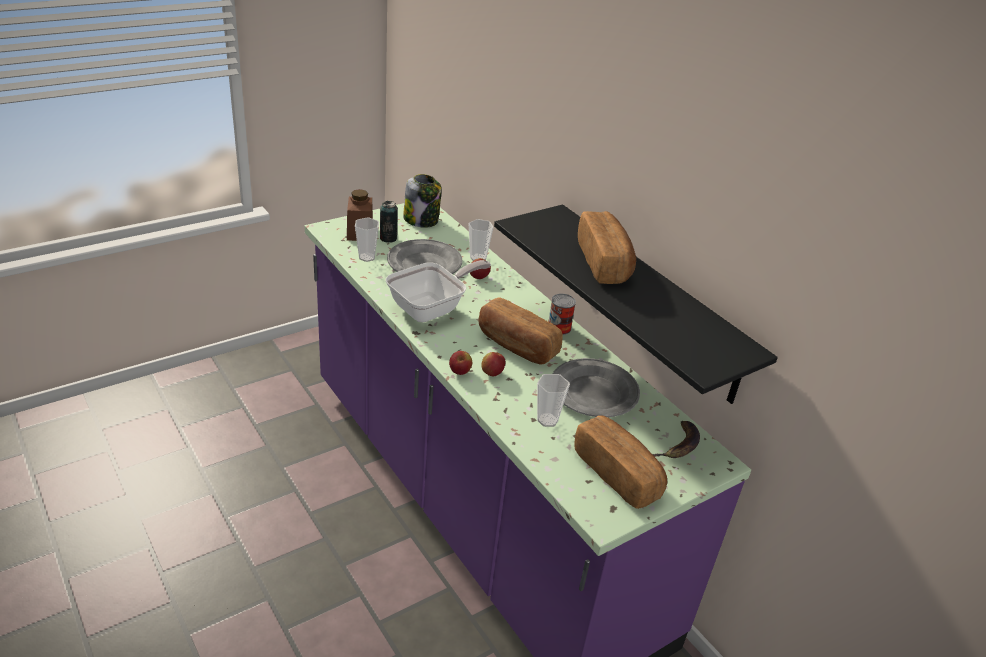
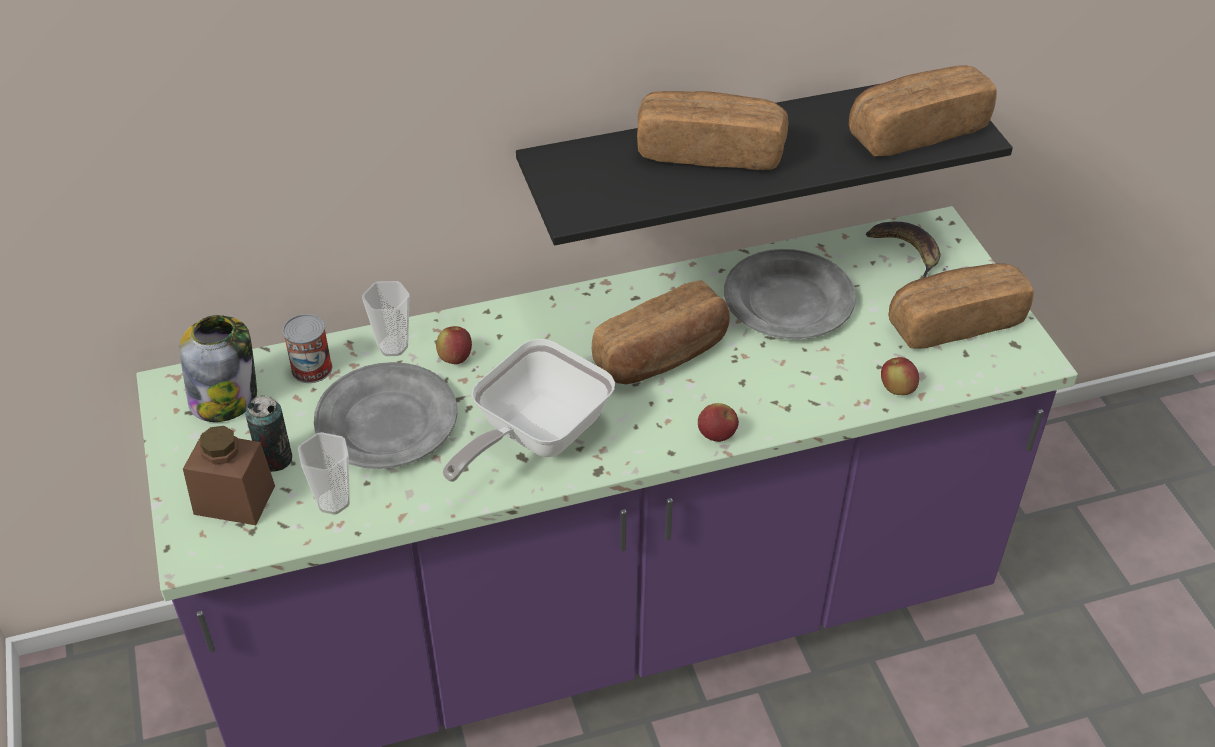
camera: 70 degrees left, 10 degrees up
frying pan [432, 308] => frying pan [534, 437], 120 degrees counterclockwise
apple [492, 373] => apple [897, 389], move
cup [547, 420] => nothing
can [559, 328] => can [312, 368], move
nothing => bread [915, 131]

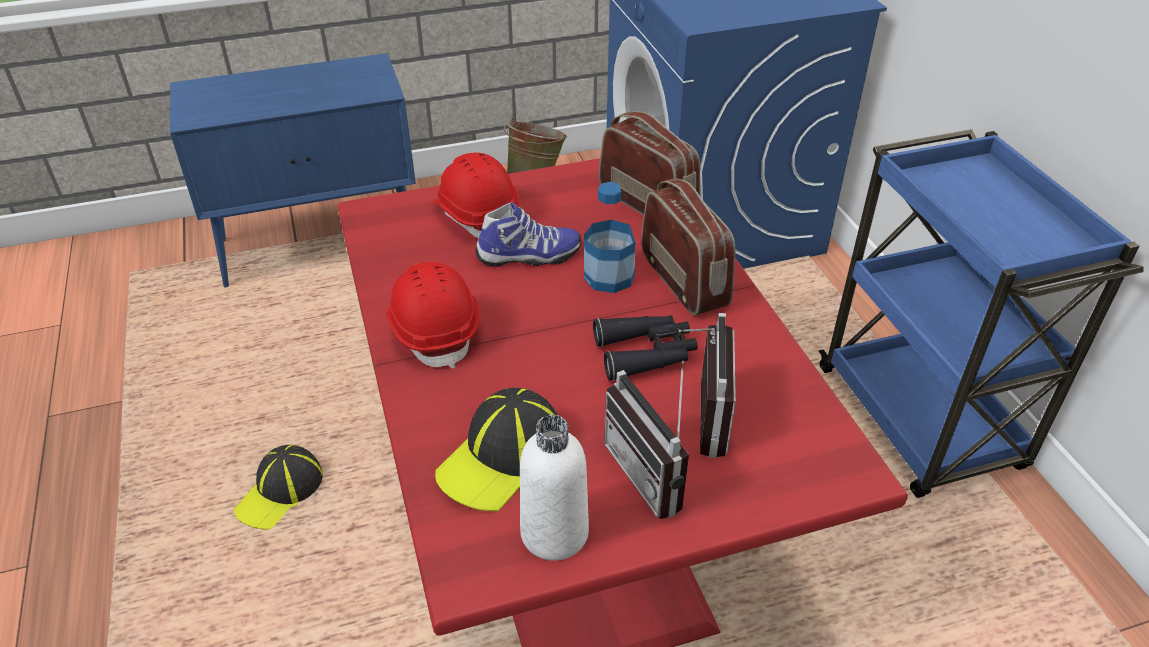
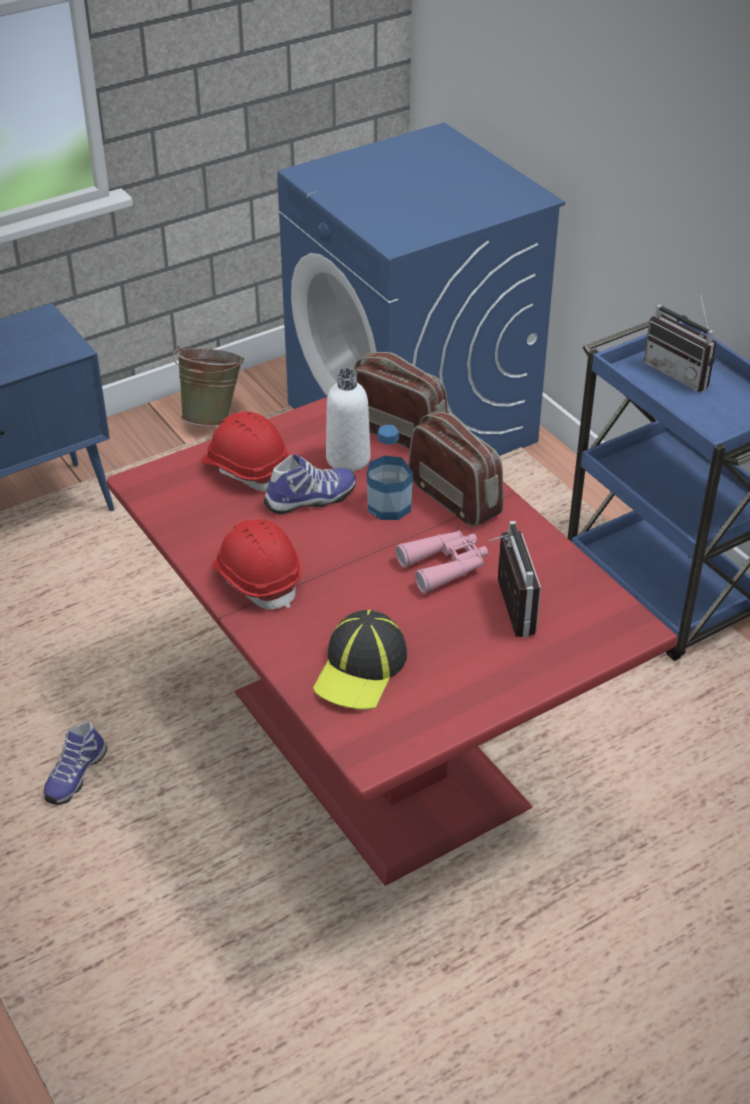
camera: 15 degrees left, 0 degrees up
cap [280, 492] => shoe [74, 775]
white bottle [554, 533] => white bottle [348, 459], move
black binoculars [646, 353] => pink binoculars [445, 566]
radio [655, 473] => radio [682, 373], move

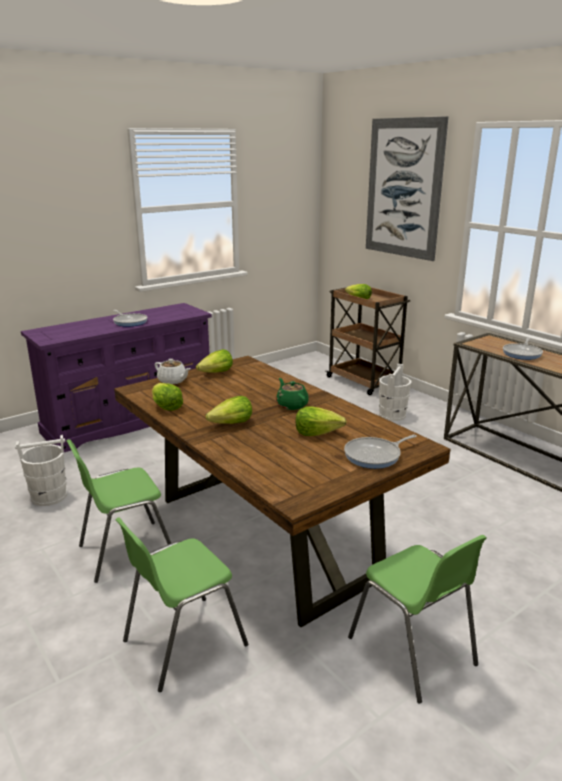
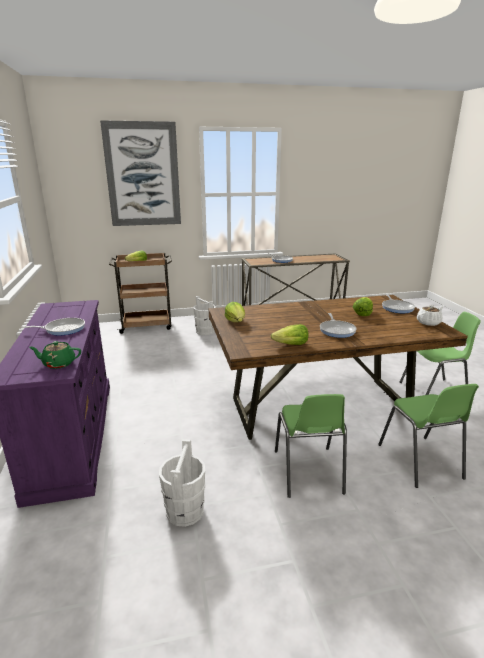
camera: 65 degrees left, 0 degrees up
white teapot [173, 381] => white teapot [429, 323], move
lettuce [232, 424] => frying pan [337, 330]
green teapot [291, 405] => green teapot [58, 364], move

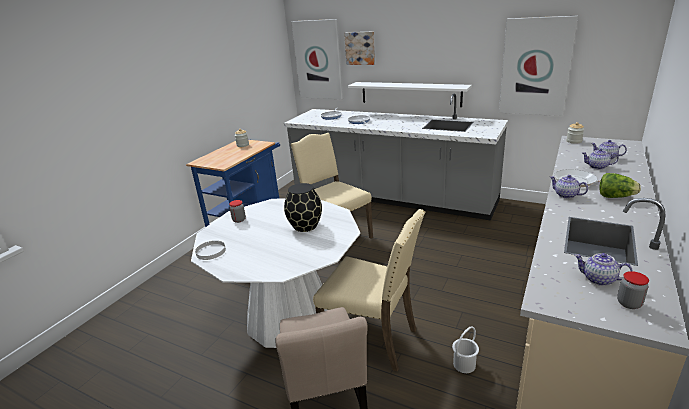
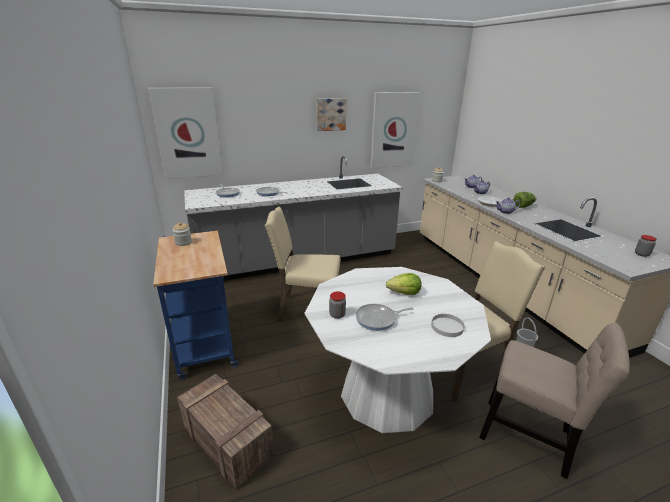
camera: 50 degrees left, 0 degrees up
white plate [211, 252] => white plate [447, 327], move
black vase [305, 226] => lettuce [404, 293]
picture [360, 48] => picture [330, 114], move
white shelf [410, 94] => nothing
teapot [598, 279] => nothing
nothing => crate [229, 442]
nothing => frying pan [378, 319]

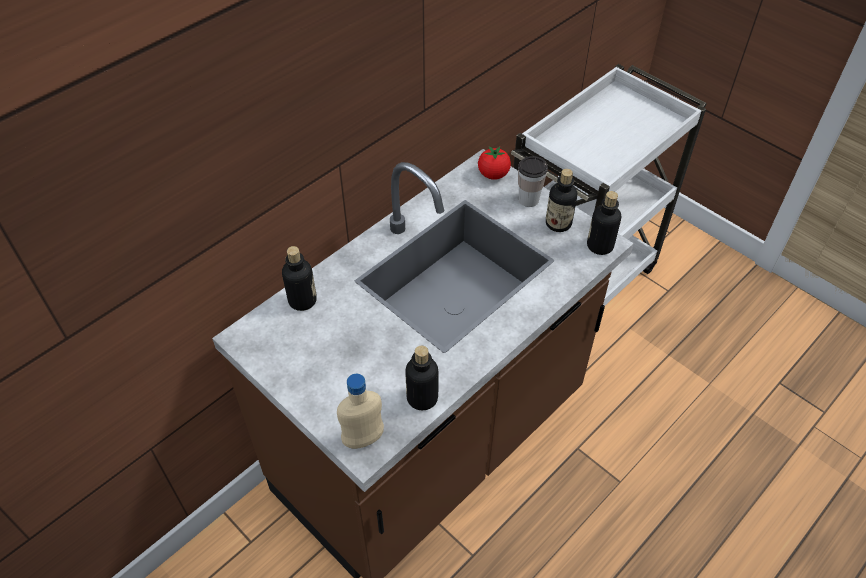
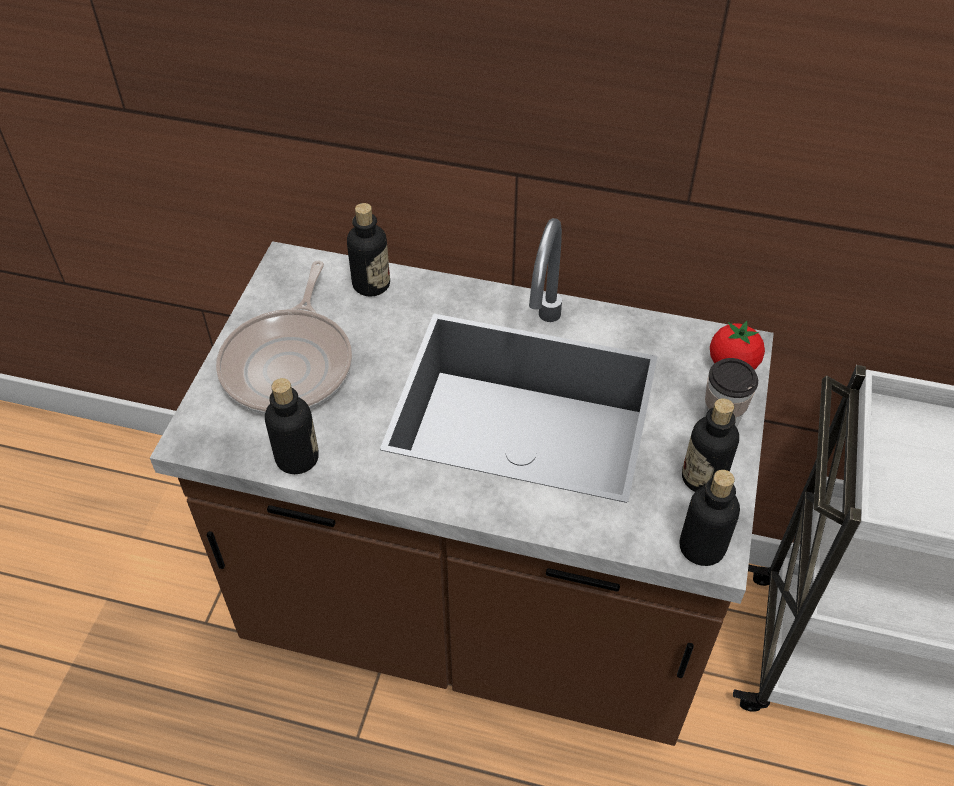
camera: 60 degrees right, 0 degrees up
beige bottle [363, 439] => nothing
nothing => frying pan [290, 364]

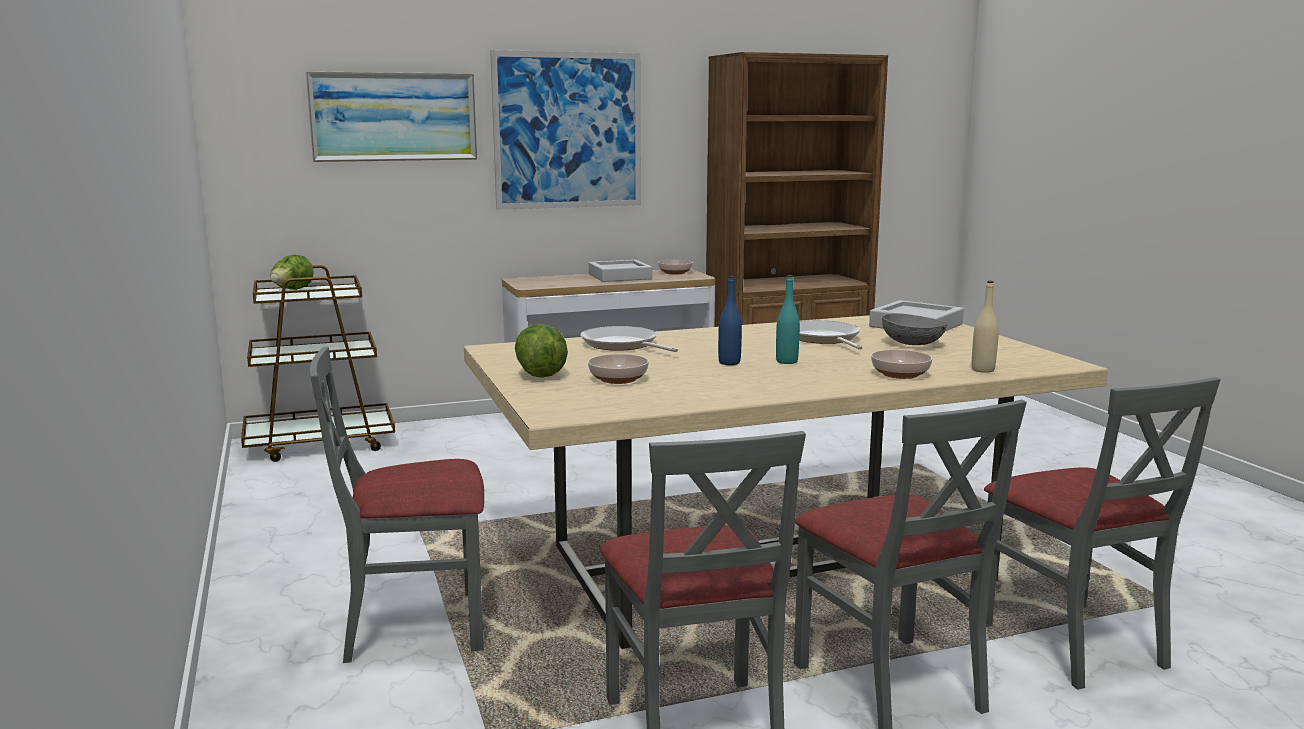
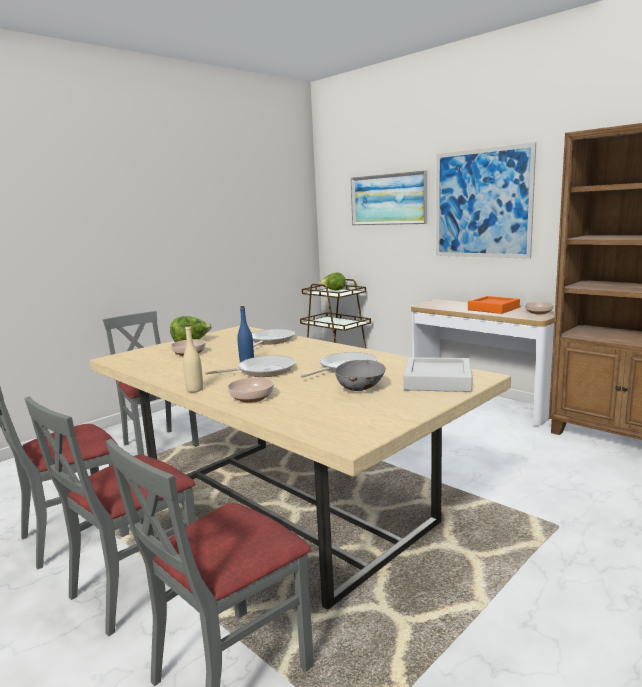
camera: 65 degrees right, 0 degrees up
grey tray [620, 276] => orange tray [493, 309]
turquoise bottle [786, 361] => frying pan [262, 371]
beige bottle [983, 370] => beige bottle [195, 390], move

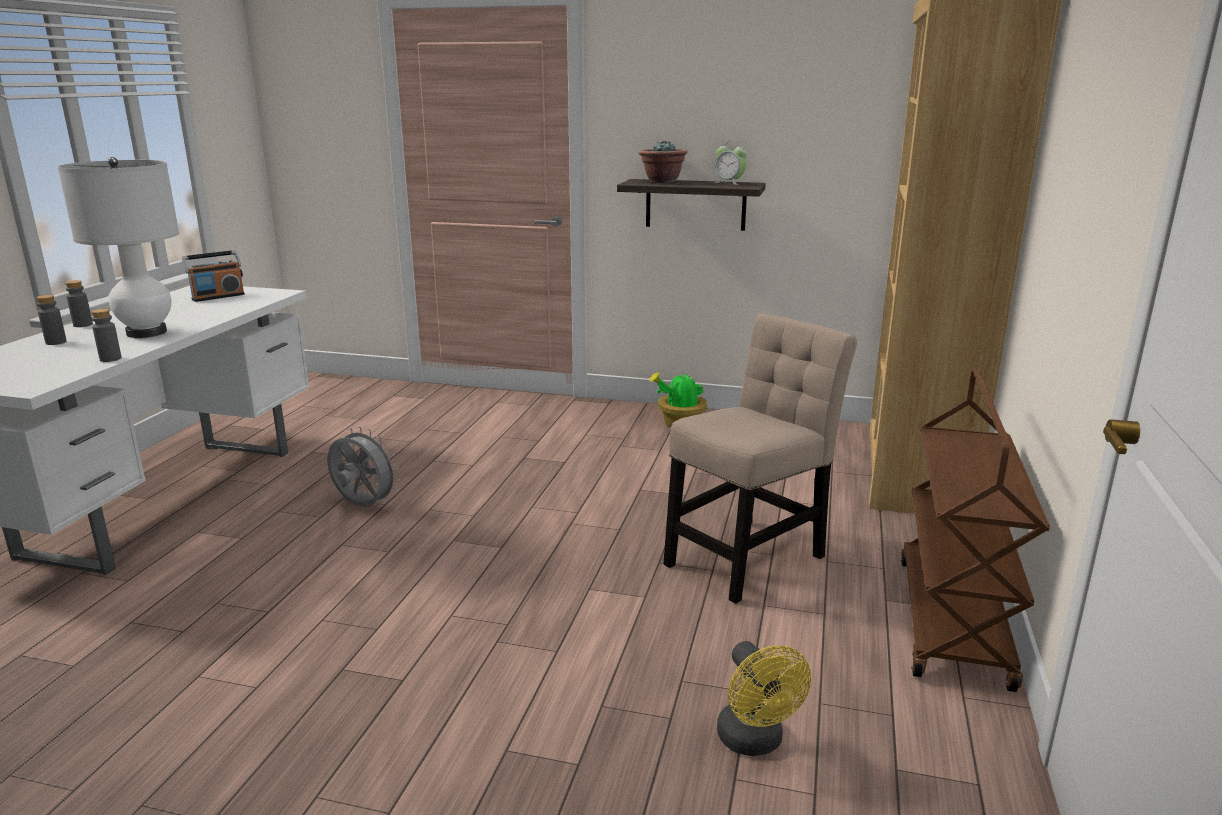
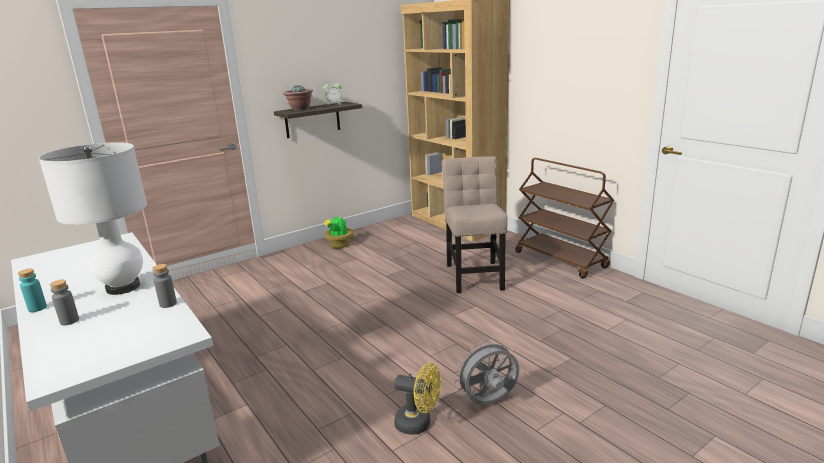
camera: 50 degrees left, 0 degrees up
grey bottle [83, 325] => turquoise bottle [37, 308]
radio [218, 297] => nothing
grey fan [363, 506] => grey fan [489, 402], move
yellow fan [755, 742] => yellow fan [418, 424], move

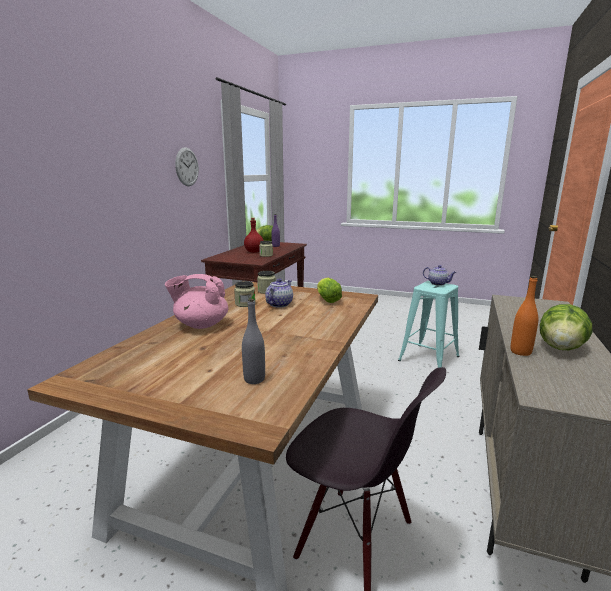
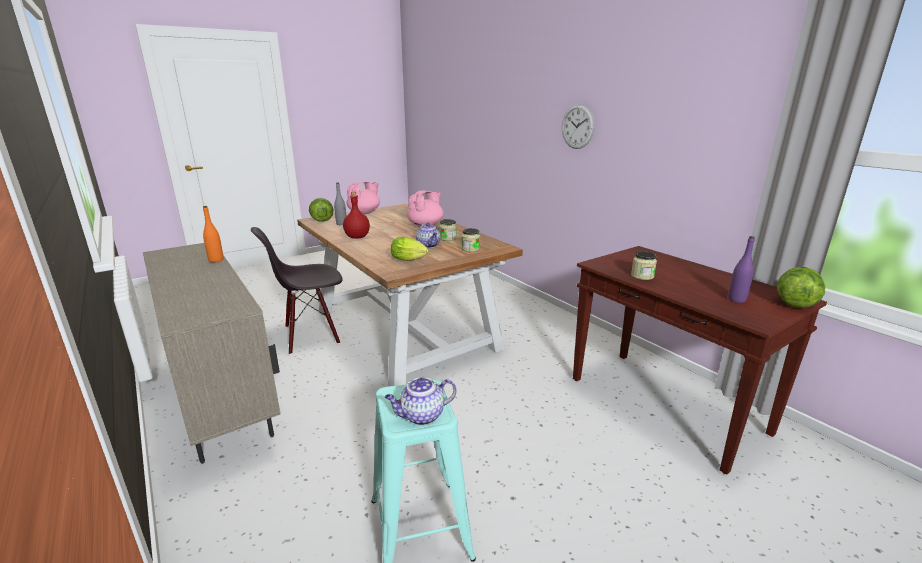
camera: 125 degrees right, 5 degrees up
wall clock [187, 167] => wall clock [577, 126], move
red bottle [254, 252] => red bottle [357, 237], move
lettuce [560, 348] => lettuce [322, 220], move
nothing => pink teapot [364, 213]

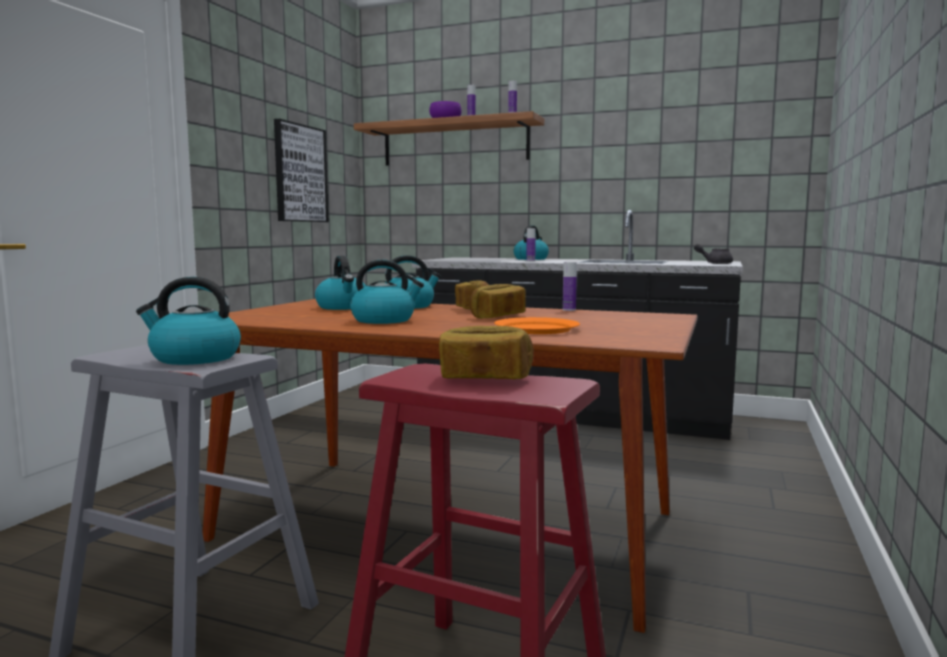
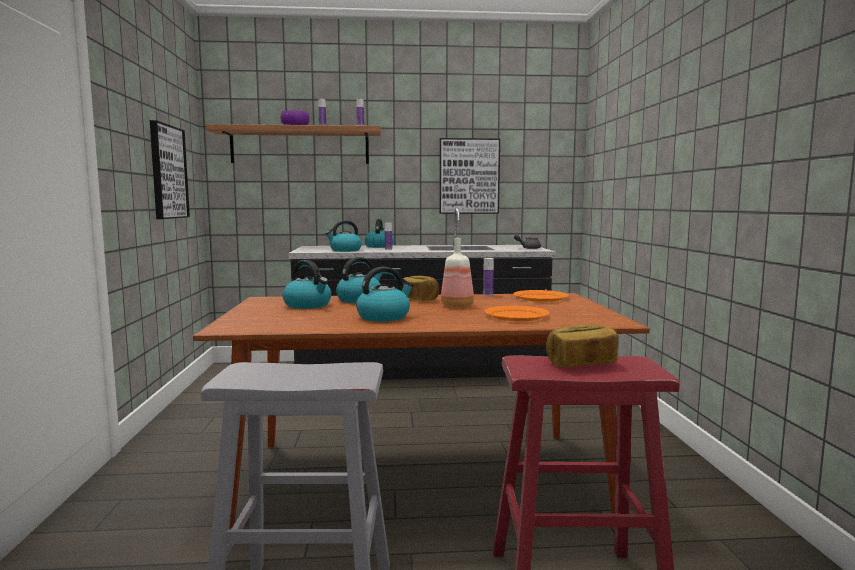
camera: 25 degrees left, 0 degrees up
kettle [194, 358] => kettle [345, 250], move
bread [496, 316] => bottle [456, 305]
nothing => picture [469, 176]
nothing => orange plate [540, 298]

